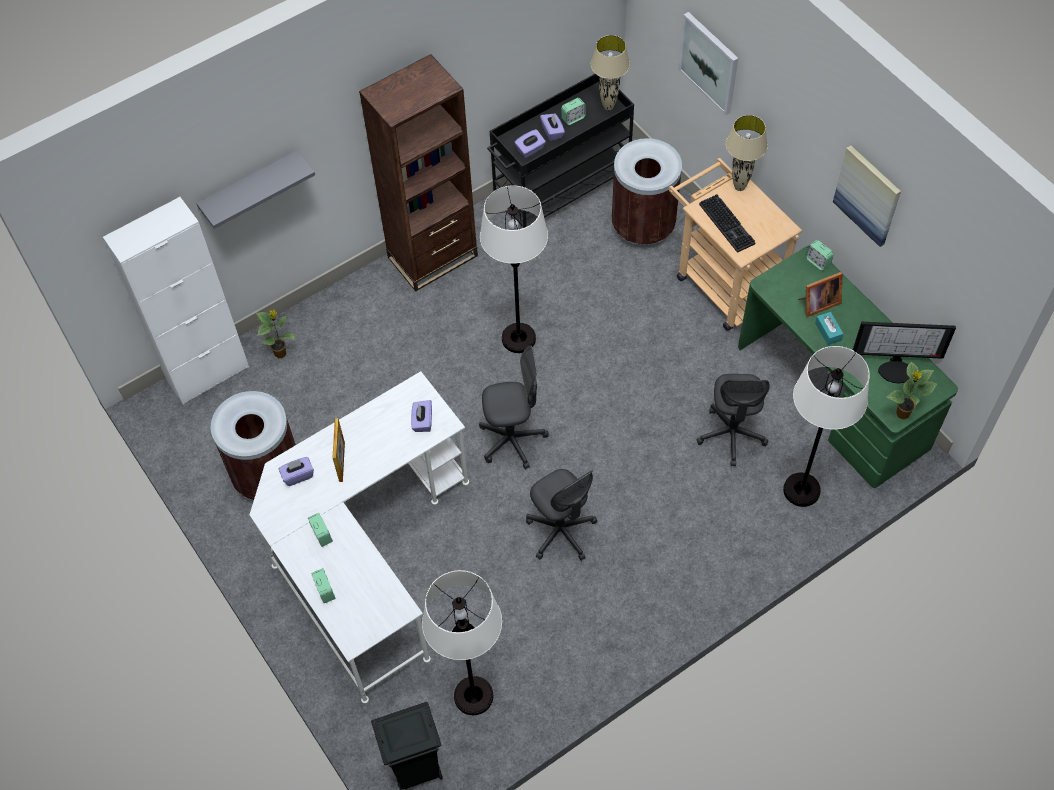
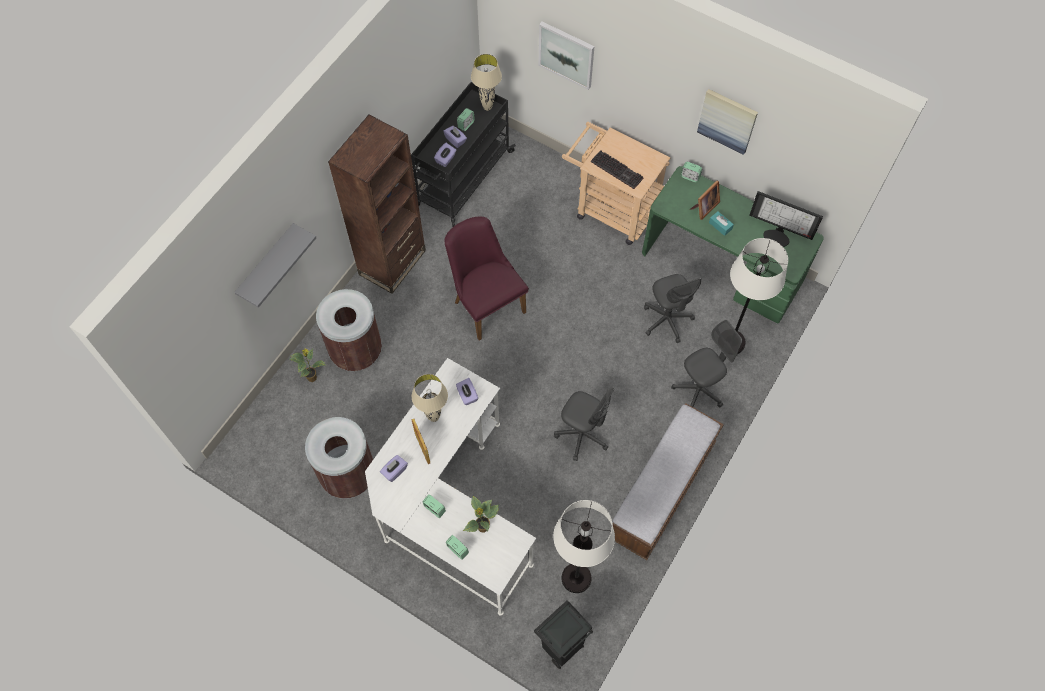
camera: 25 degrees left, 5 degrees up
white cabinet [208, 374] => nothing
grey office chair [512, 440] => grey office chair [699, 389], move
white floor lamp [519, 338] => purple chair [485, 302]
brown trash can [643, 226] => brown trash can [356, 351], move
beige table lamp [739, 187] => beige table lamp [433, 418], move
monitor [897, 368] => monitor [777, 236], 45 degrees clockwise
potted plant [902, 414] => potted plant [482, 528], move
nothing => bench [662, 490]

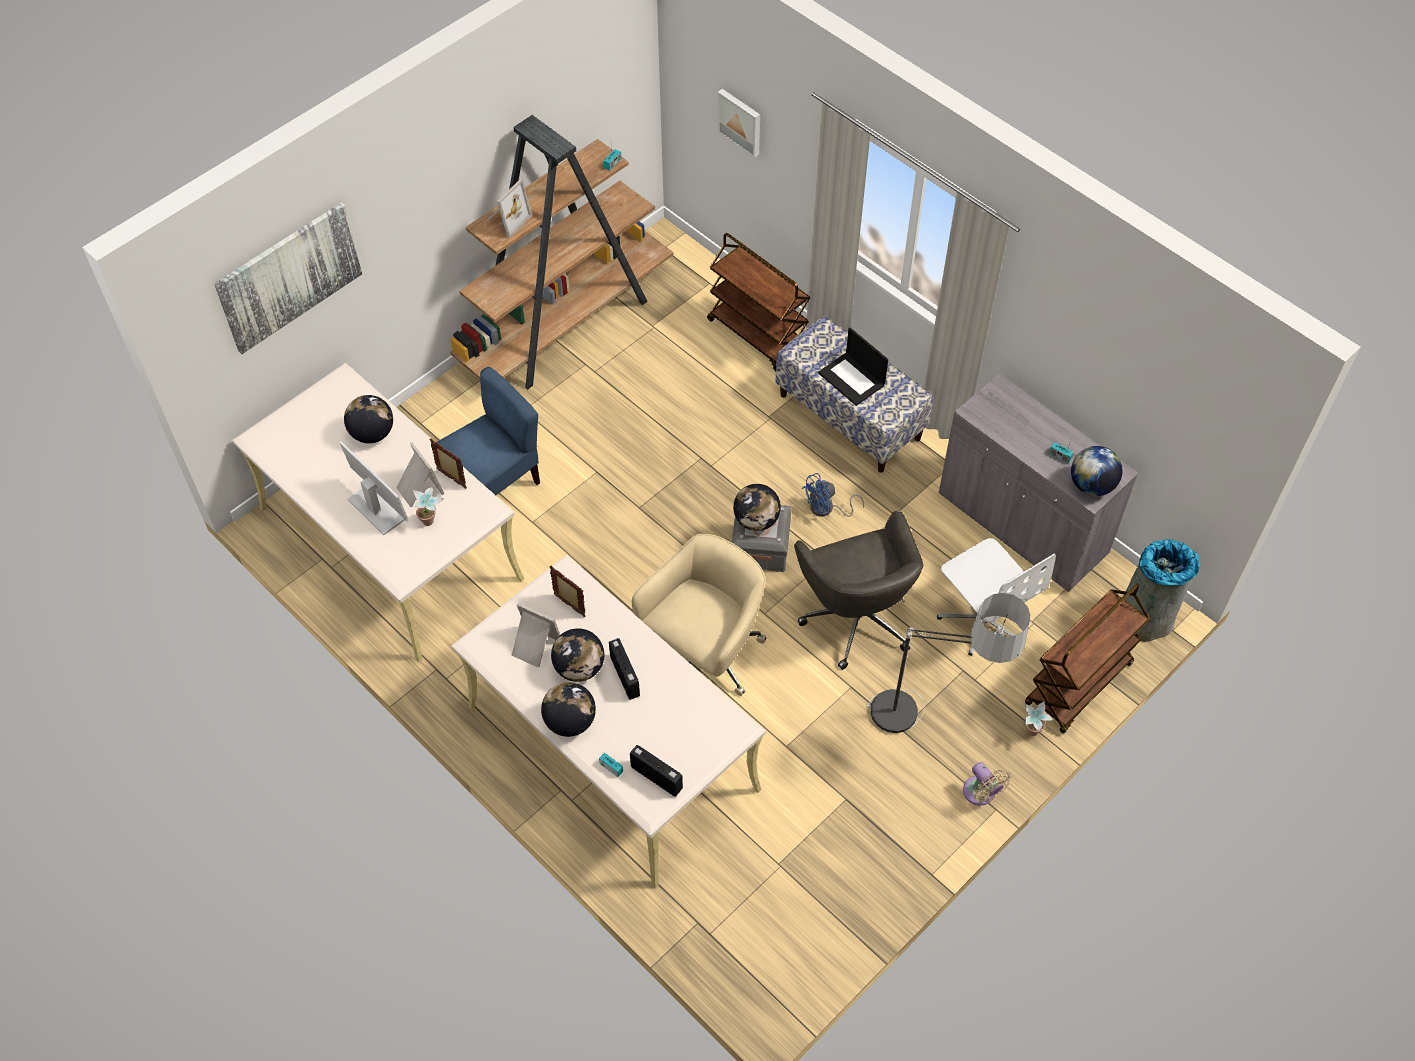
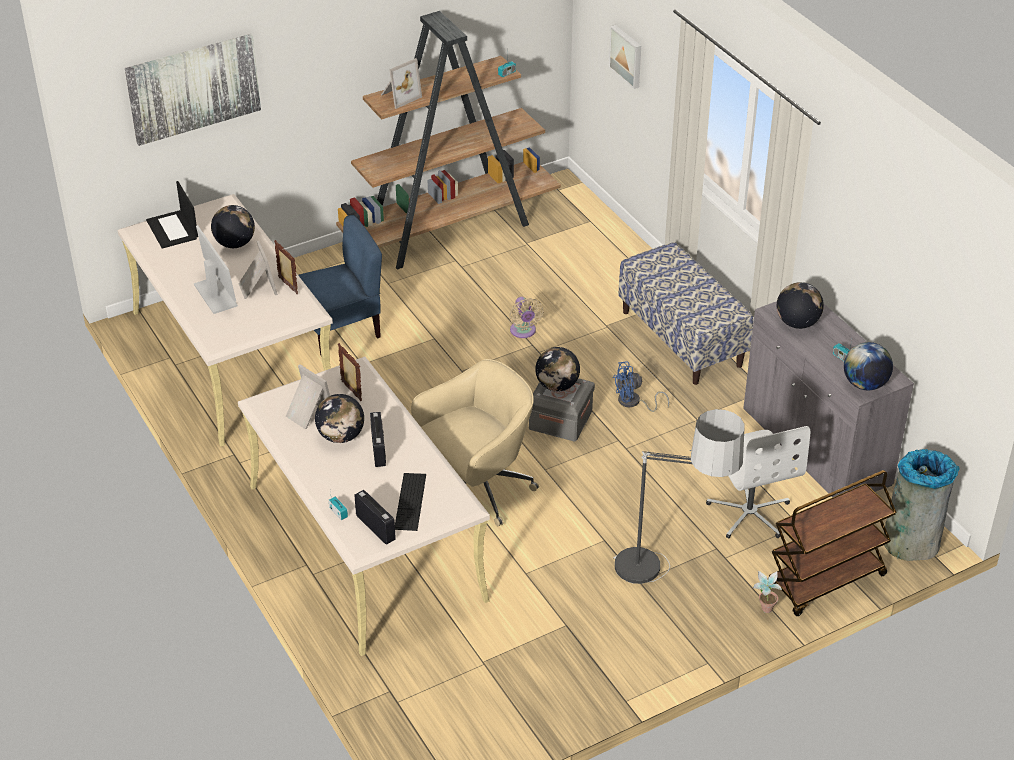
camera: 15 degrees right, 15 degrees down
potted plant [431, 523] => nothing
globe [570, 721] => globe [797, 323], move
brown cart [758, 335] => nothing
grey office chair [856, 617] => nothing
laptop [852, 379] => laptop [173, 230], move
beige fan [981, 794] => beige fan [523, 332], move
nothing => keyboard [410, 501]

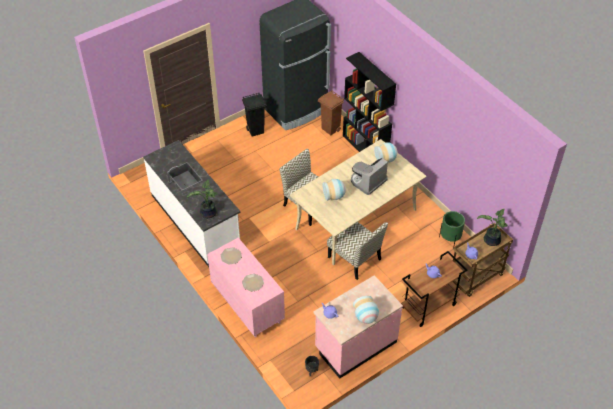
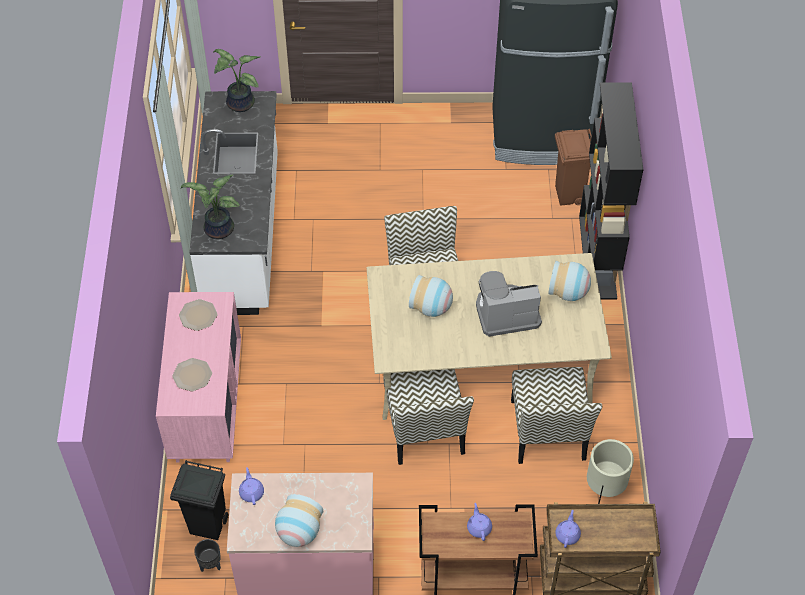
camera: 35 degrees right, 5 degrees up
black trash can [256, 131] => black trash can [208, 525], move
green planter [450, 239] => beige planter [605, 488]
potted plant [491, 241] => potted plant [238, 104], move
nothing => chair [548, 431]

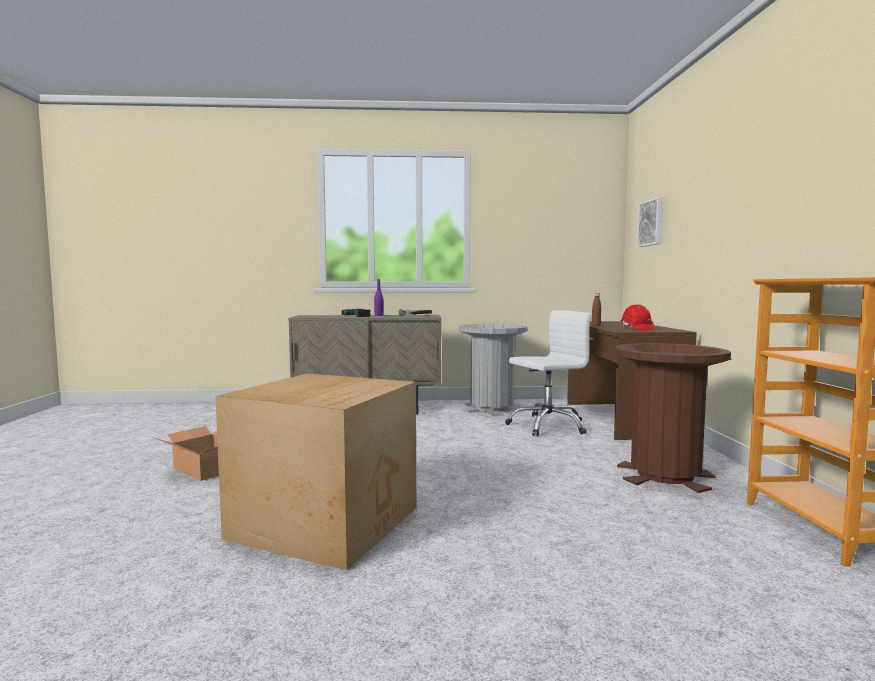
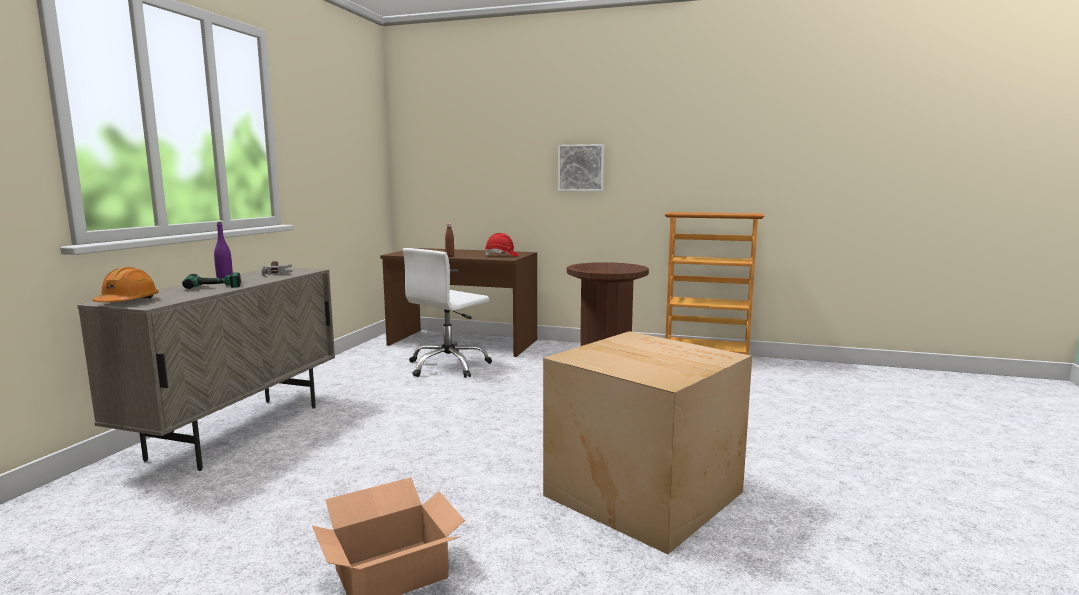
camera: 70 degrees left, 5 degrees up
grey trash can [491, 408] => nothing
white office chair [547, 425] => white office chair [448, 366], 135 degrees counterclockwise
picture [652, 223] => picture [581, 168], move
nothing => orange hard hat [128, 302]

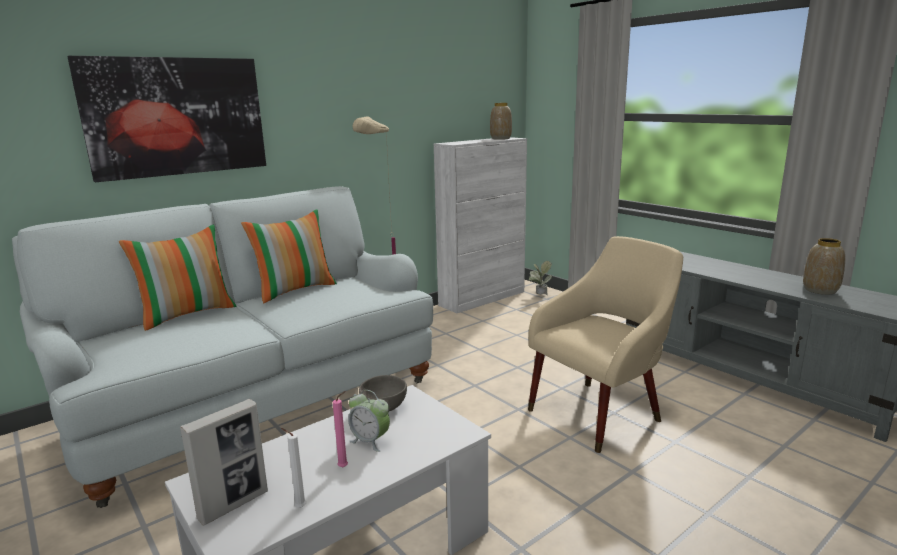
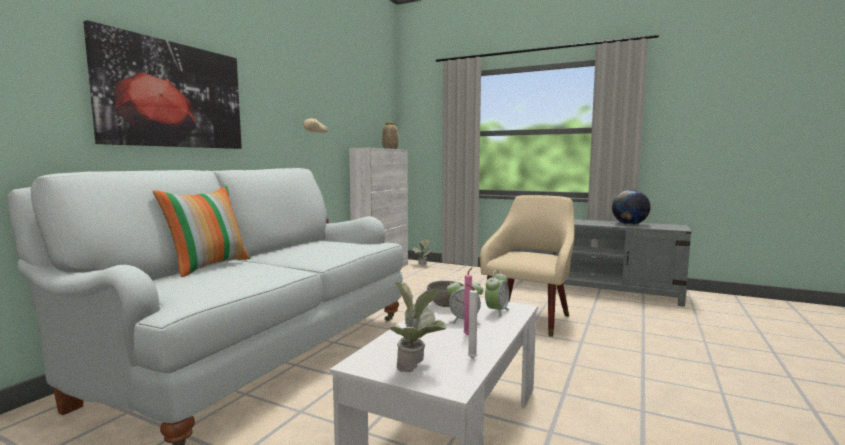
camera: 25 degrees left, 10 degrees down
picture frame [234, 505] => potted plant [417, 367]
pillow [295, 290] => nothing
vase [820, 290] => globe [629, 224]
nothing => alarm clock [496, 311]

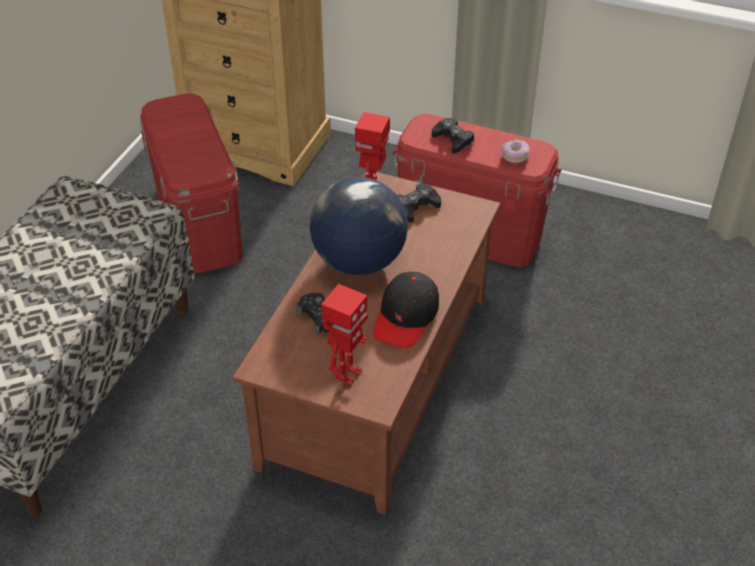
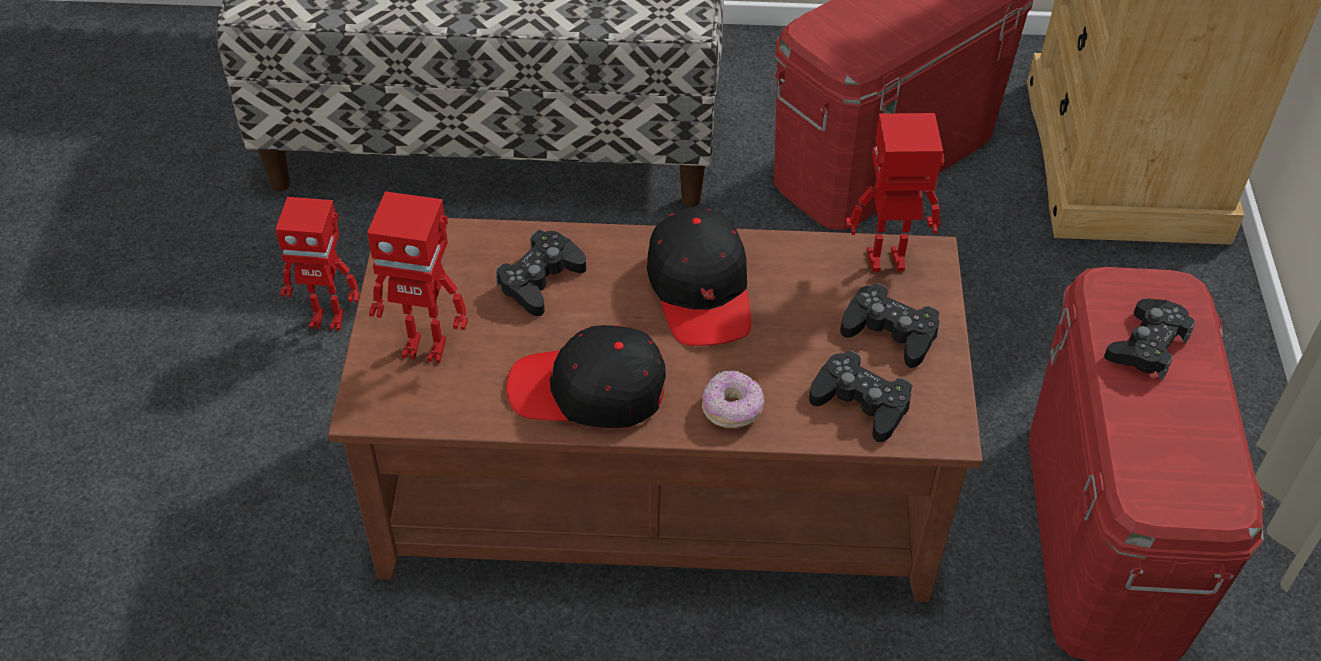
camera: 70 degrees right, 5 degrees up
globe [358, 261] => black cap [701, 290]
donut [514, 156] => donut [732, 409], move
nothing => toy robot [328, 318]
nothing => black game controller [861, 403]

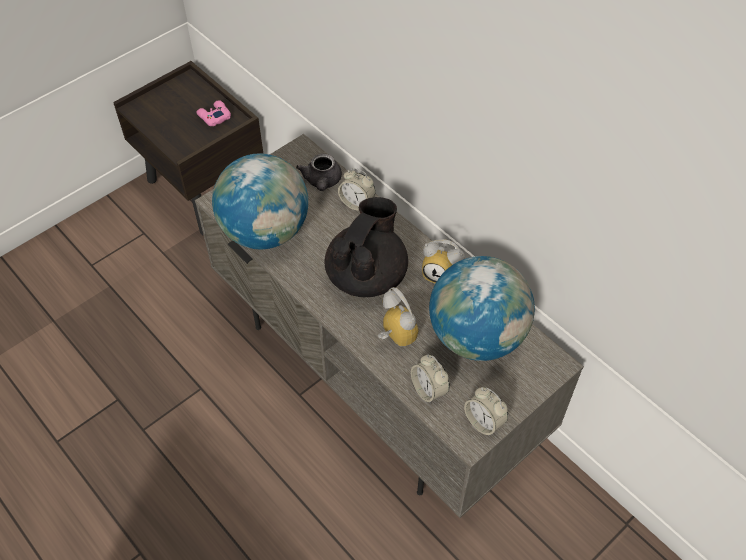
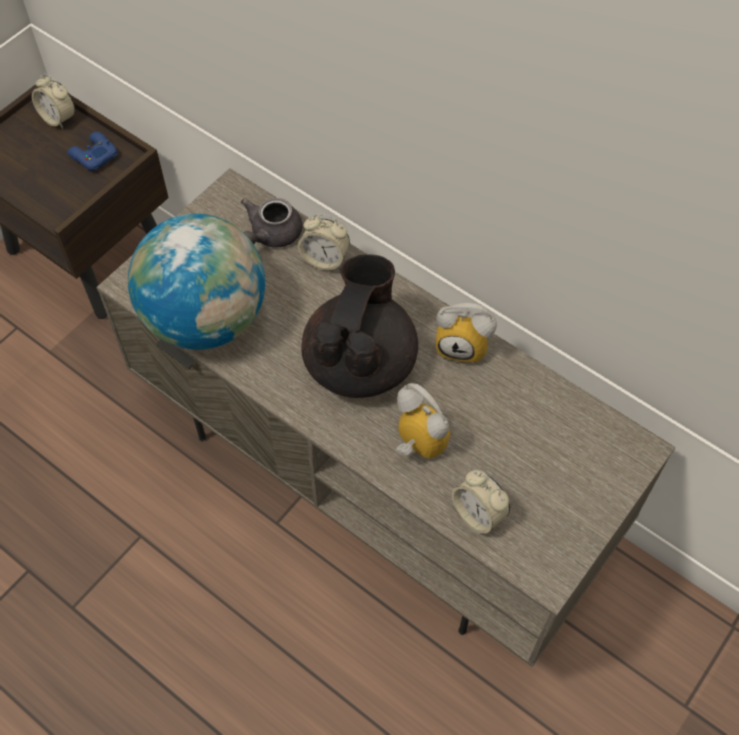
camera: 10 degrees left, 5 degrees up
pink game controller [214, 116] => blue game controller [93, 155]
grey teapot [322, 182] => grey teapot [270, 235], 45 degrees clockwise
globe [476, 336] => nothing
alarm clock [484, 421] => alarm clock [58, 118], move

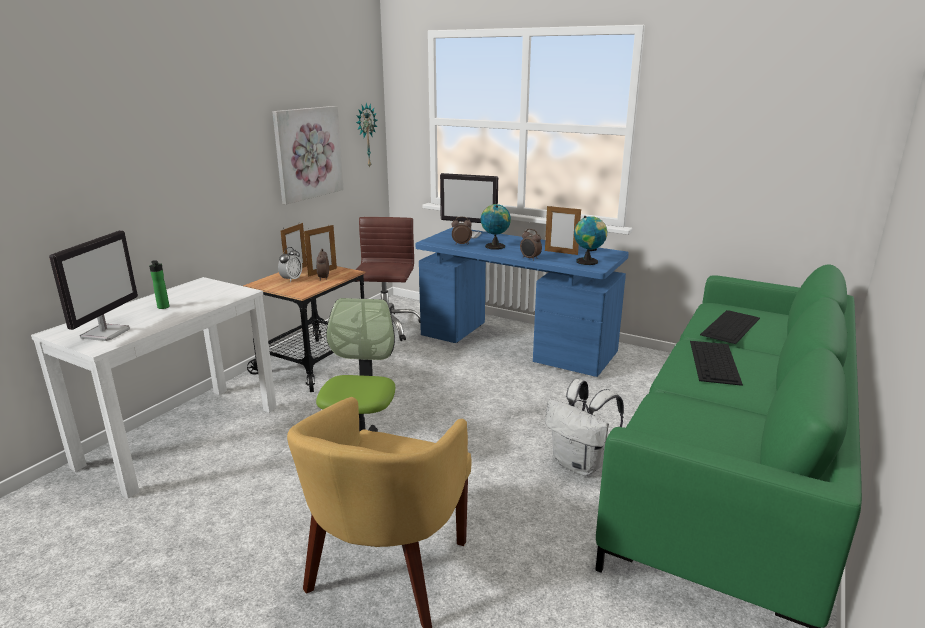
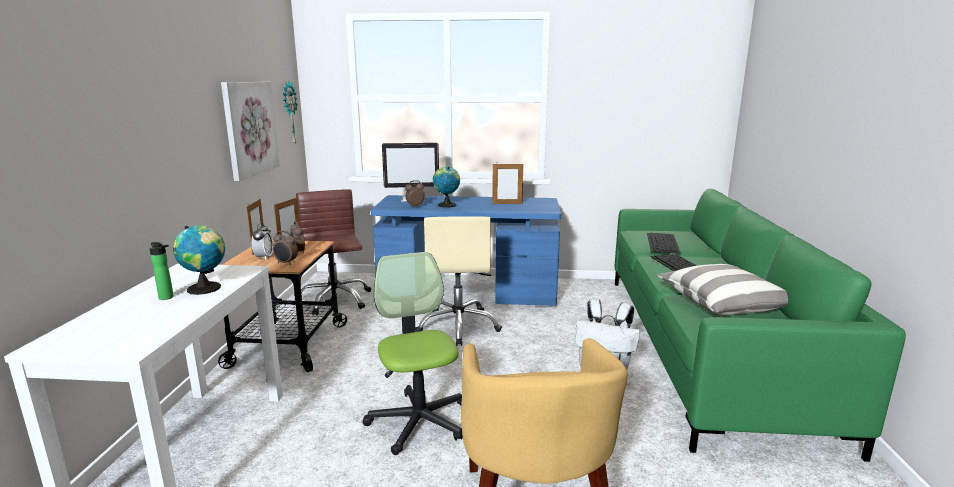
camera: 25 degrees left, 5 degrees down
monitor [106, 333] => nothing
alarm clock [530, 258] => alarm clock [286, 263], move
globe [588, 262] => globe [206, 288], move
nothing => beige office chair [459, 326]
nothing => pillow [723, 304]

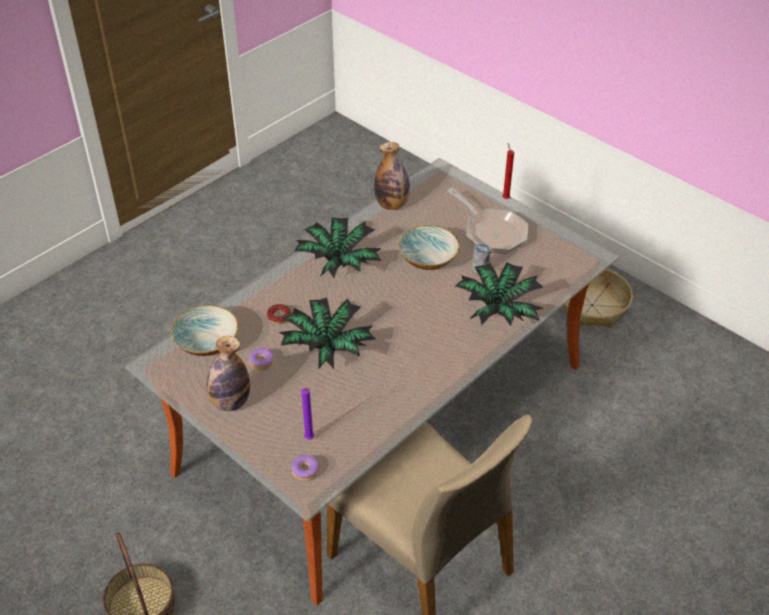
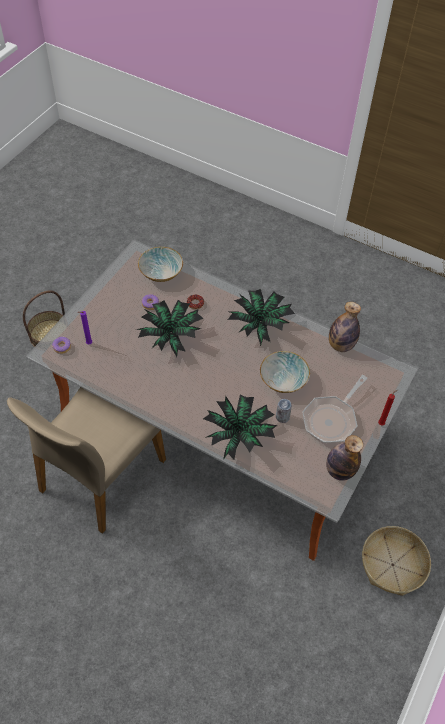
camera: 75 degrees right, 10 degrees up
bottle [230, 402] => bottle [339, 471], move

